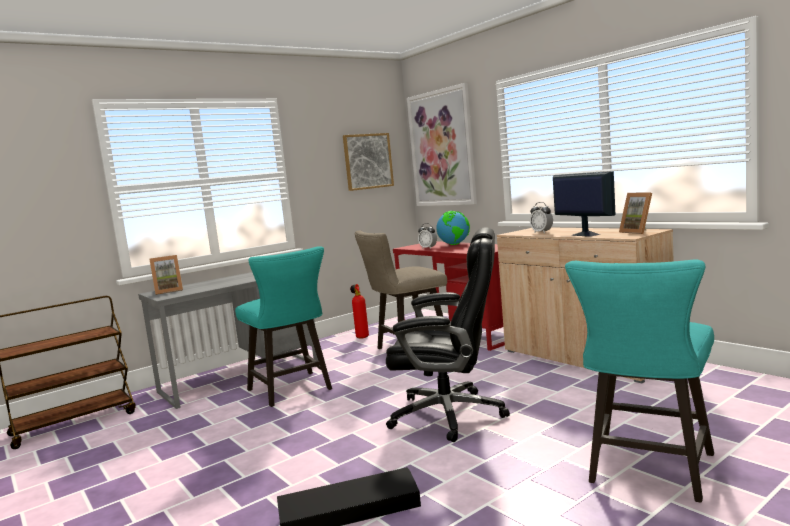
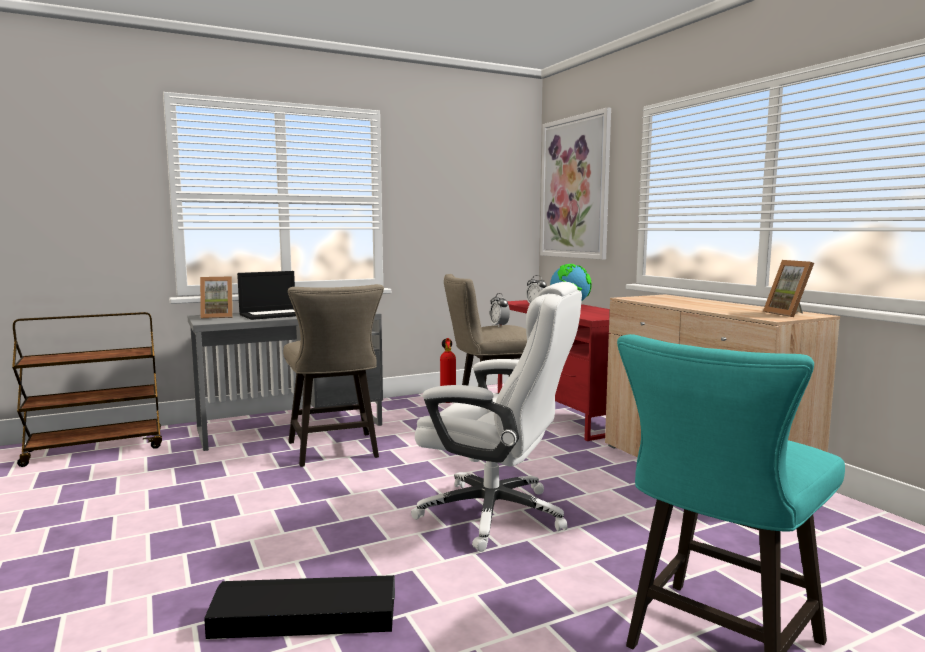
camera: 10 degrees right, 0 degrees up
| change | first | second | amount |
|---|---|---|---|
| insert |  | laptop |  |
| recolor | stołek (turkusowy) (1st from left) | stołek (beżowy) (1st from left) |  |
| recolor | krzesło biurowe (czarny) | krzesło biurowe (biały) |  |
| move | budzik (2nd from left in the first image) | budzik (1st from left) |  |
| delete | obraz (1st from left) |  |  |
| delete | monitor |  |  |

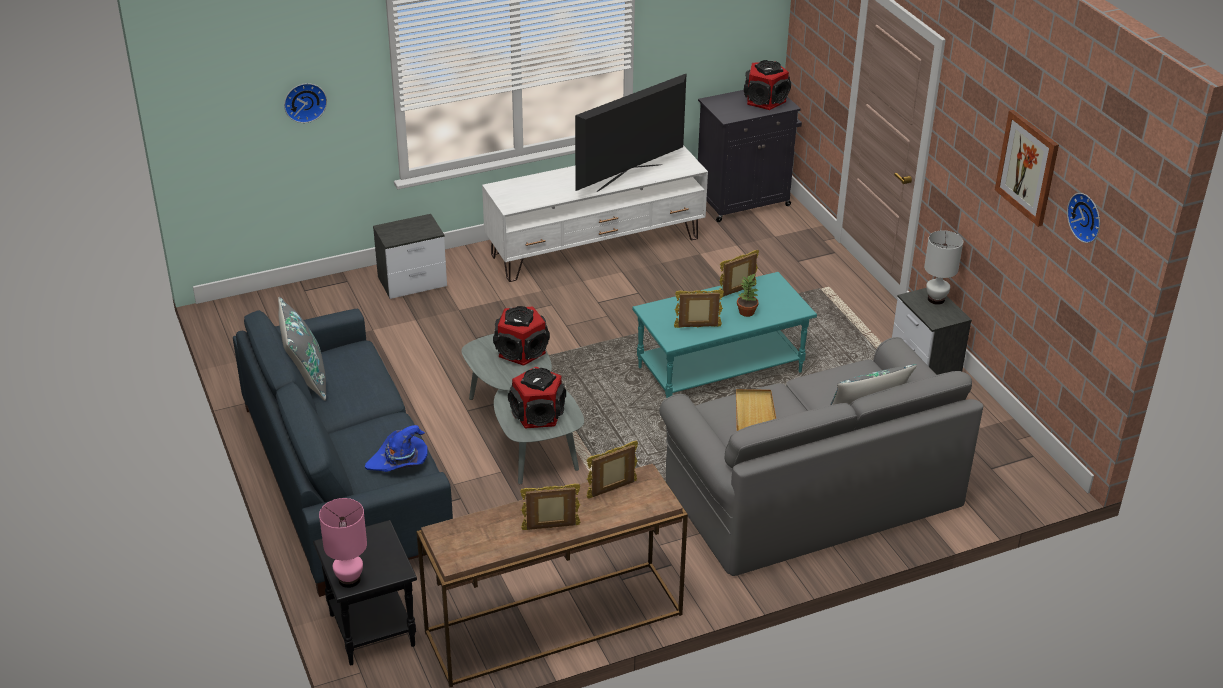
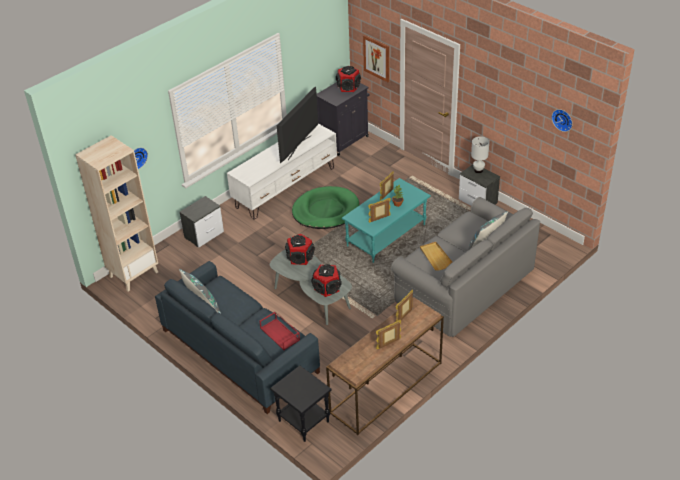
camera: 20 degrees left, 5 degrees up
| change | first | second | amount |
|---|---|---|---|
| insert |  | regał (beżowy) |  |
| replace | kapelusz (niebieski) | taca (czerwony) |  |
| insert |  | legowisko (zielony) |  |
| move | obraz |  |  |
| delete | lampa stołowa (różowy) |  |  |

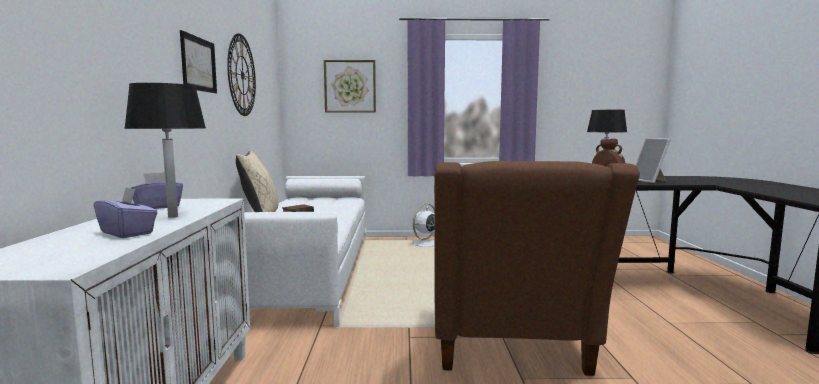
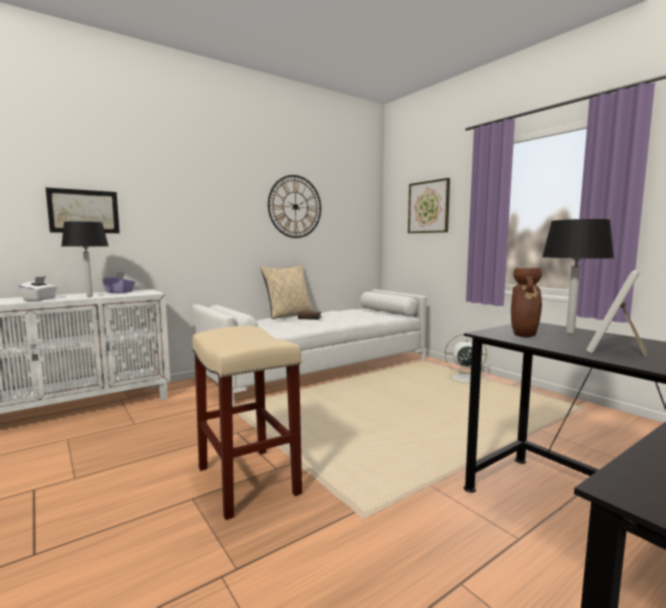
camera: 55 degrees right, 0 degrees up
| change | first | second | amount |
|---|---|---|---|
| recolor | pudełko chusteczek (fioletowy) (1st from left) | pudełko chusteczek (biały) |  |
| move | obraz (1st from left) |  |  |
| replace | fotel (brązowy) | stołek (beżowy) |  |

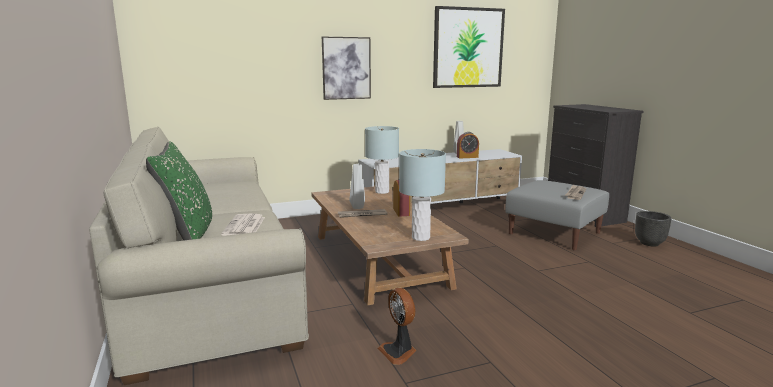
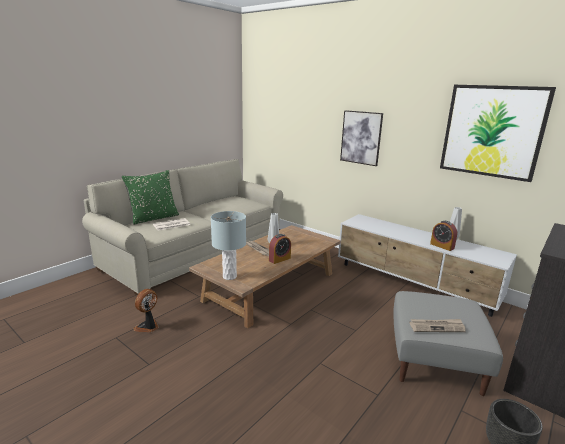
camera: 60 degrees right, 5 degrees up
| change | first | second | amount |
|---|---|---|---|
| delete | lampa stołowa (szary) (1st from left) |  |  |

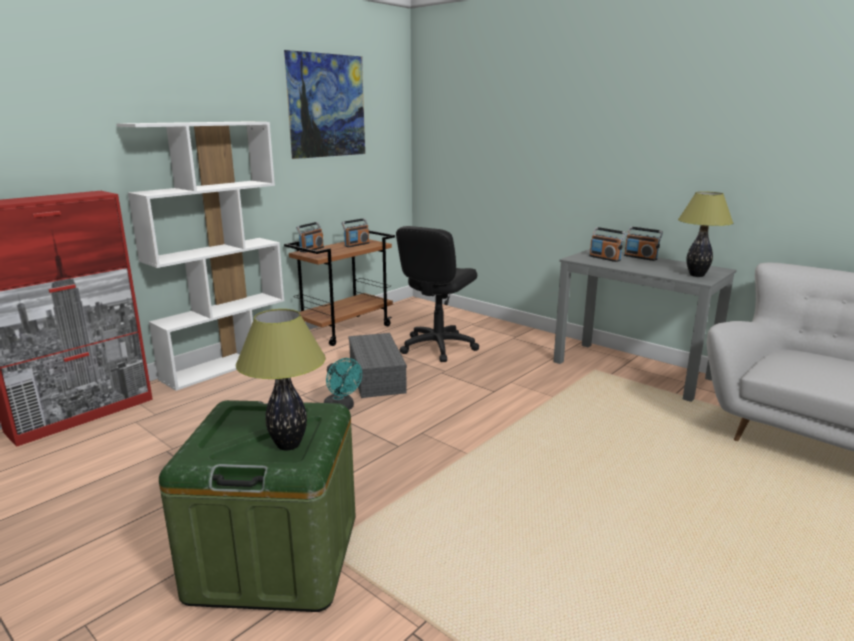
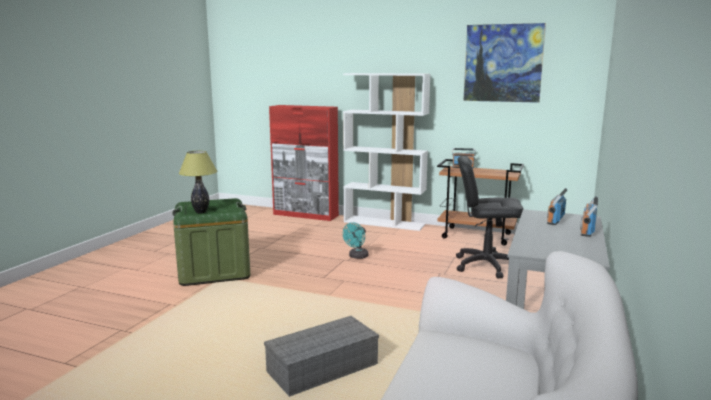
camera: 70 degrees right, 5 degrees down
| change | first | second | amount |
|---|---|---|---|
| move | pojemnik do przechowywania (szary) |  |  |
| delete | radio (2nd from left) |  |  |
| delete | lampa stołowa (2nd from left) |  |  |

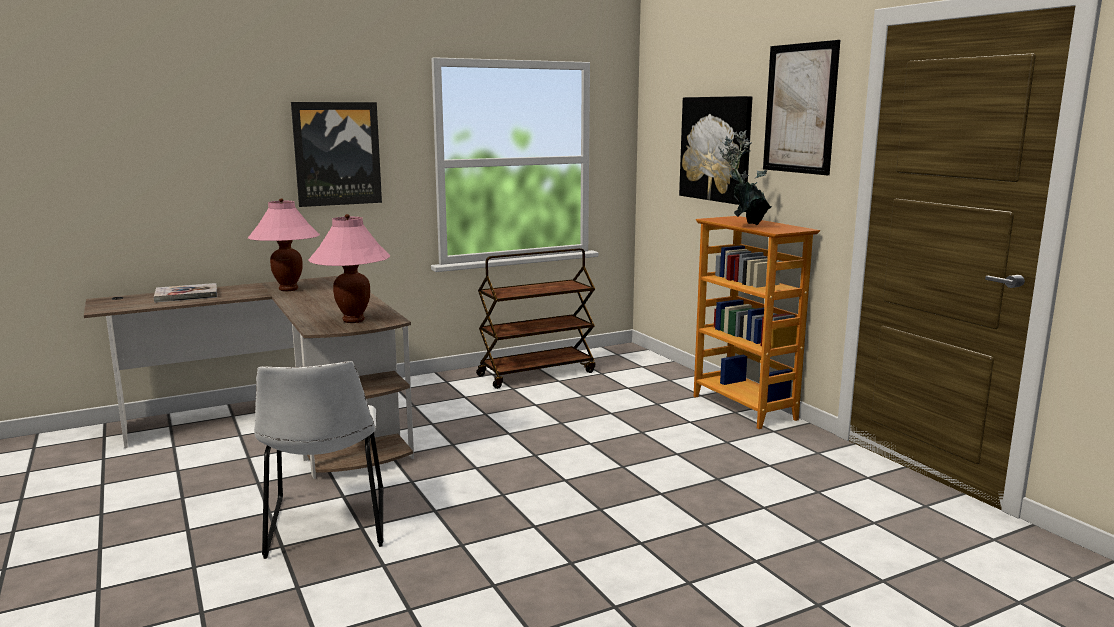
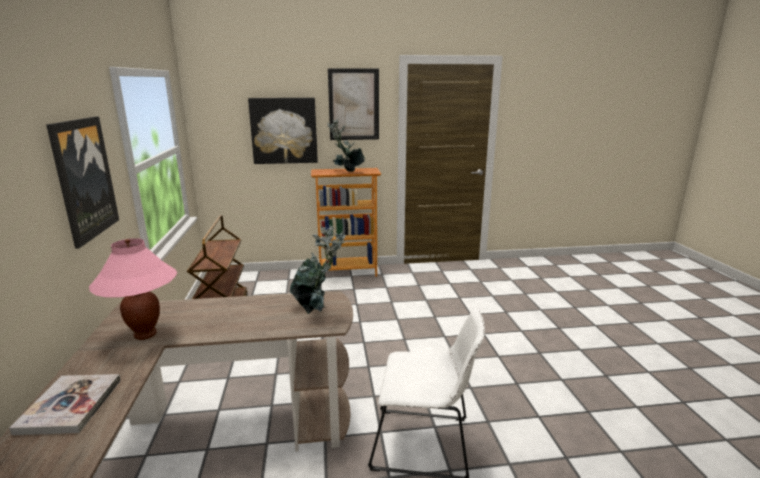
camera: 70 degrees left, 5 degrees up
| change | first | second | amount |
|---|---|---|---|
| replace | lampa stołowa (różowy) (2nd from left) | roślina doniczkowa (1st from left) |  |

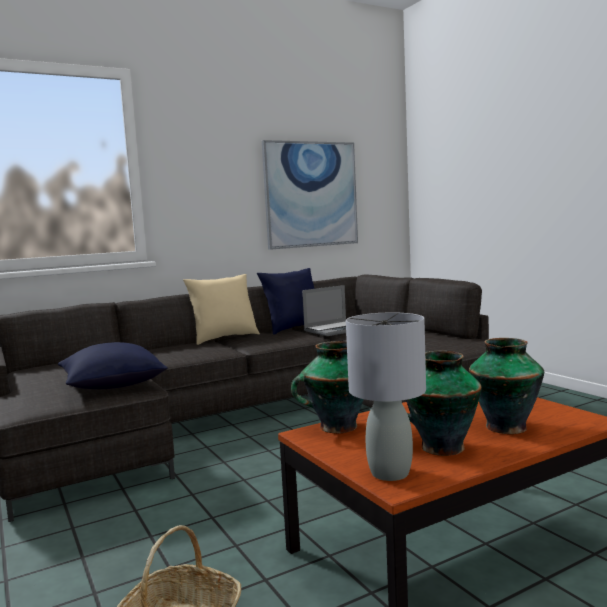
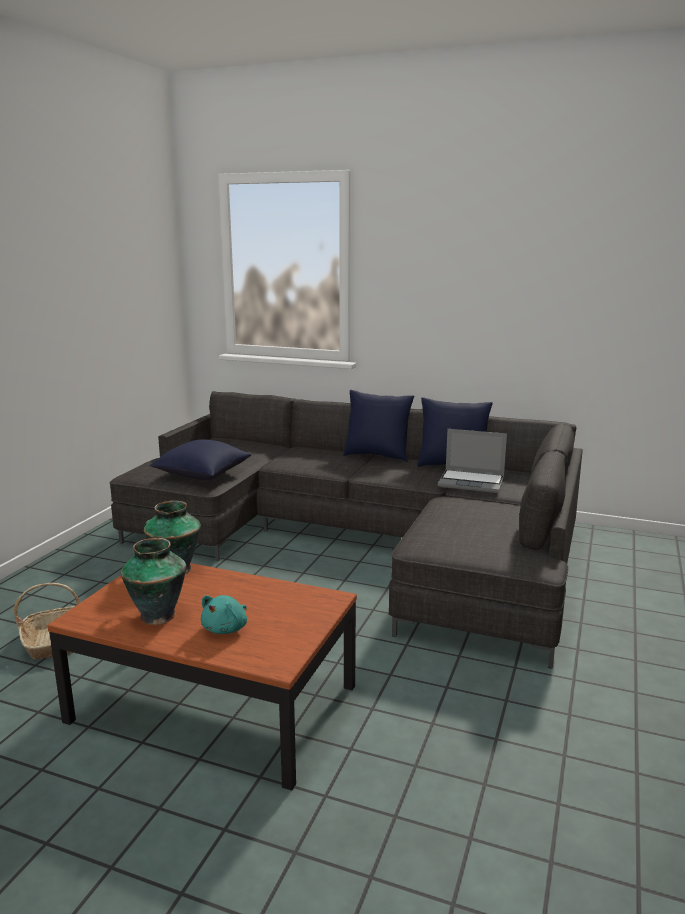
camera: 50 degrees right, 10 degrees up
| change | first | second | amount |
|---|---|---|---|
| replace | wazon (3rd from left) | pluszak (turkusowy) |  |
| recolor | poduszka (beżowy) | poduszka (niebieski) (2nd from left) |  |
| delete | obraz |  |  |
| delete | lampa stołowa (szary) |  |  |

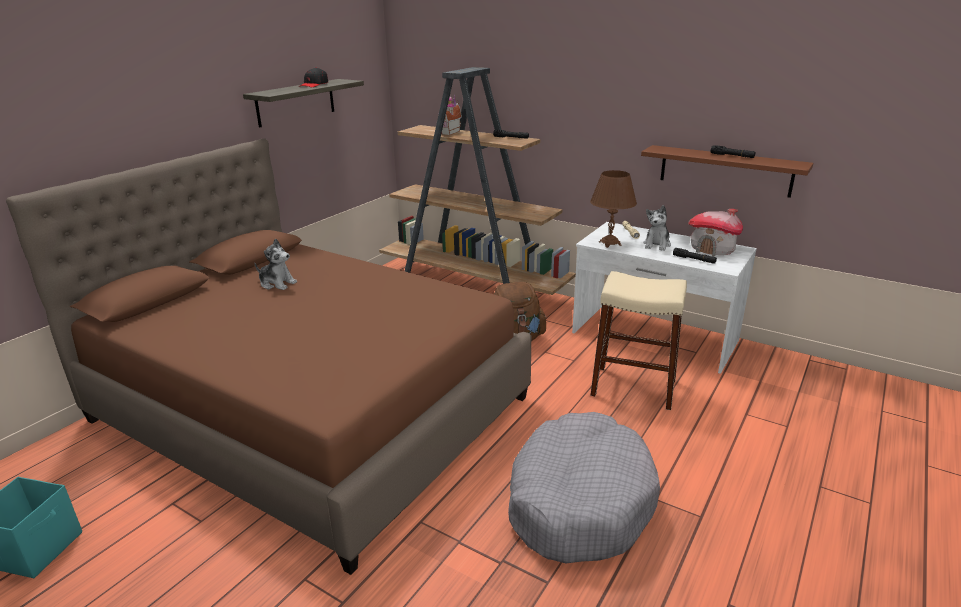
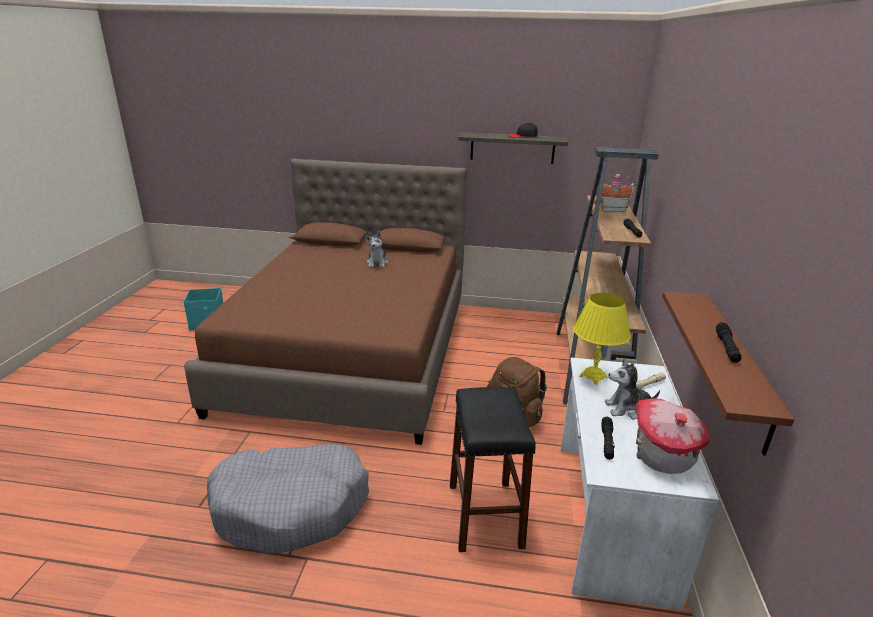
camera: 65 degrees right, 0 degrees up
| change | first | second | amount |
|---|---|---|---|
| recolor | stołek (beżowy) | stołek (czarny) |  |
| recolor | lampa stołowa (brązowy) | lampa stołowa (żółty) |  |

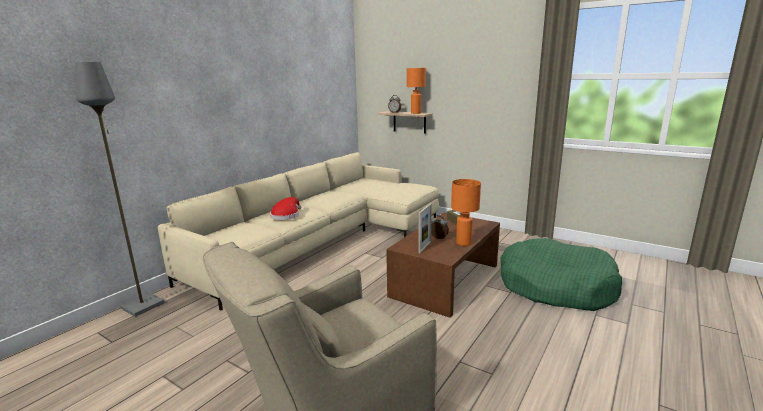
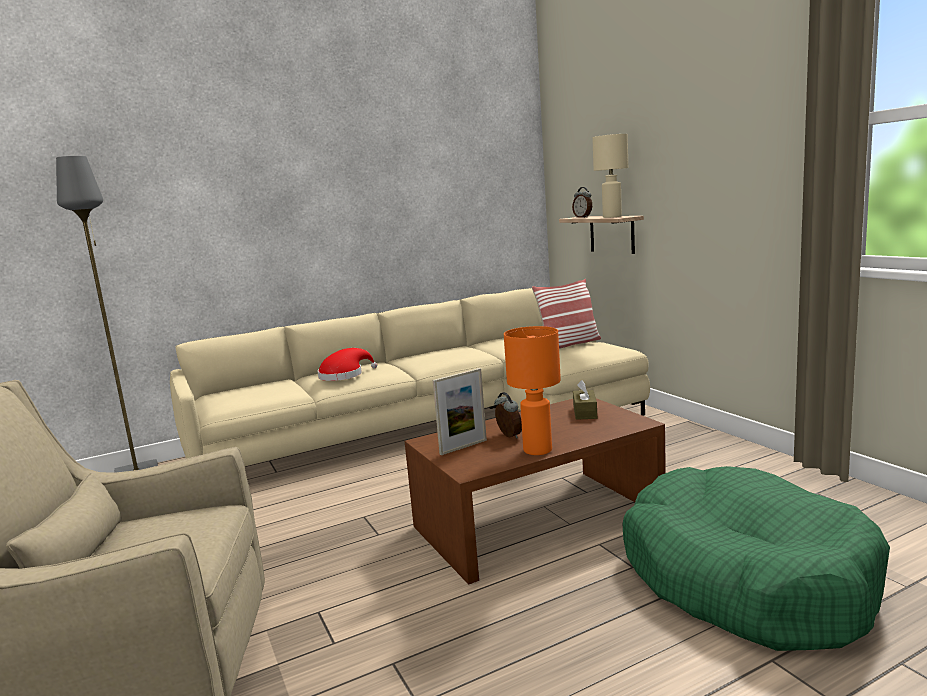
camera: 30 degrees right, 5 degrees down
| change | first | second | amount |
|---|---|---|---|
| insert |  | poduszka |  |
| recolor | lampa stołowa (pomarańczowy) (1st from left) | lampa stołowa (beżowy) |  |

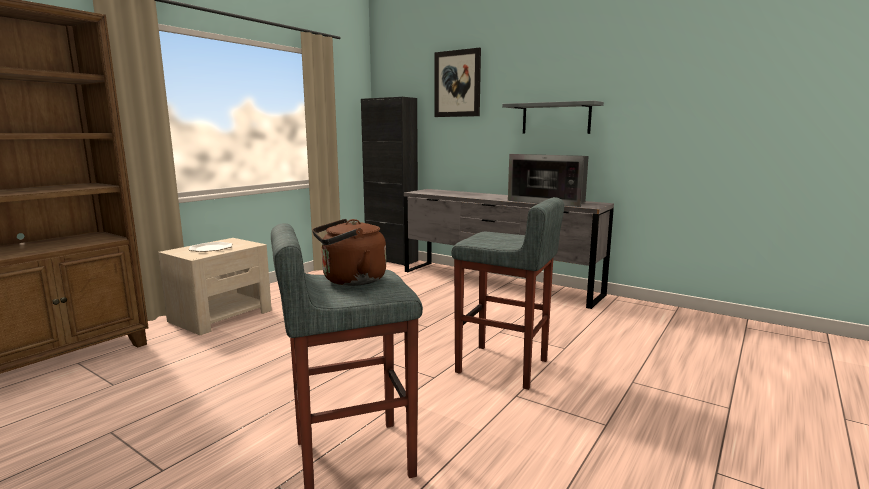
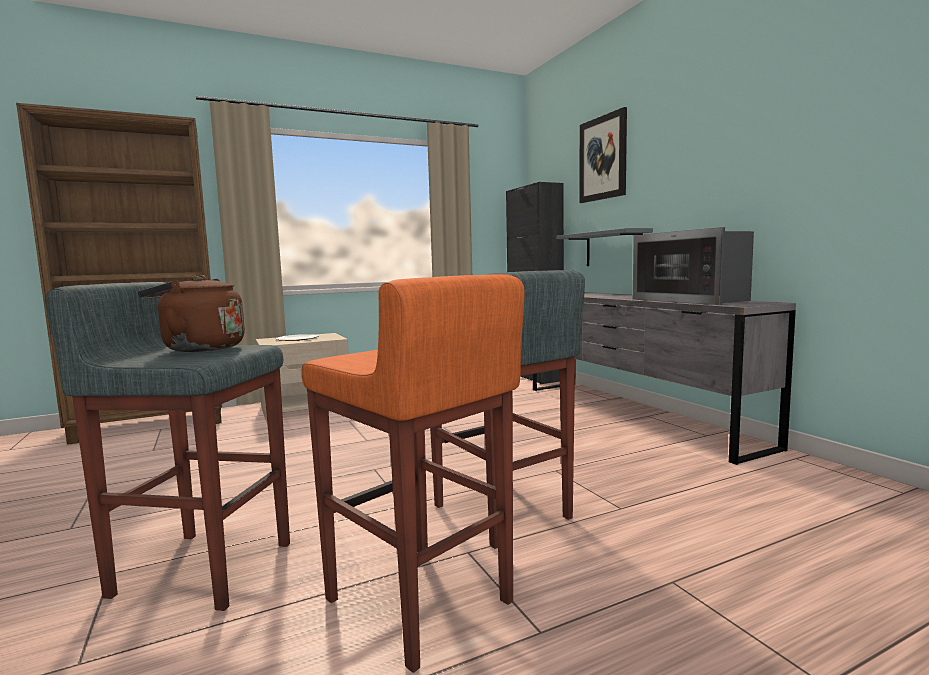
camera: 30 degrees right, 5 degrees down
| change | first | second | amount |
|---|---|---|---|
| insert |  | stołek (pomarańczowy) |  |
| move | półka (szary) |  |  |

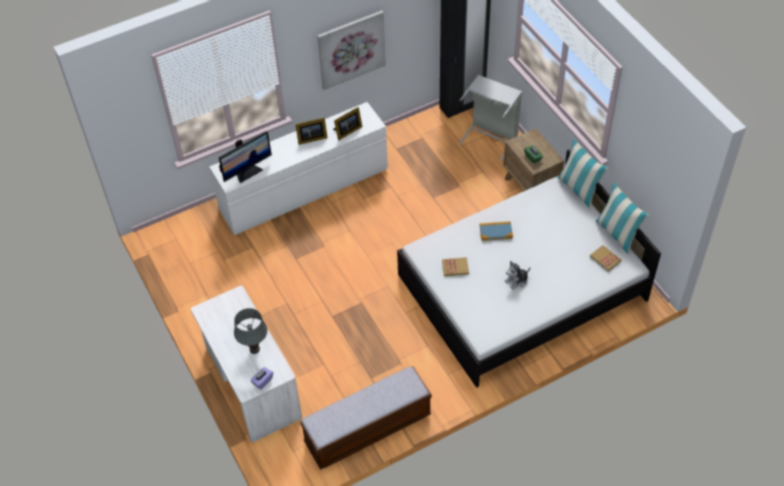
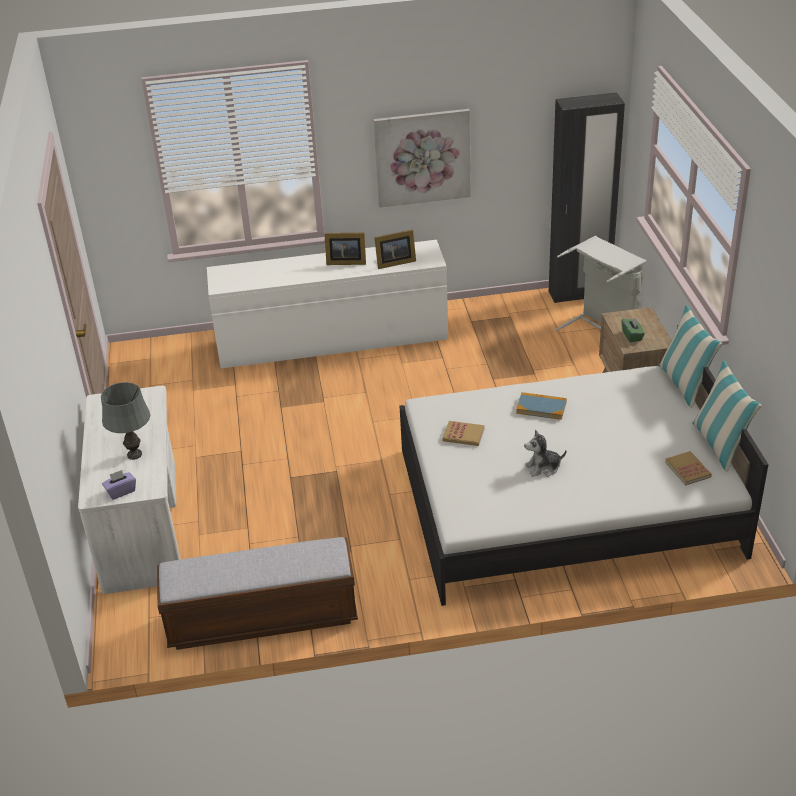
camera: 20 degrees right, 15 degrees down
| change | first | second | amount |
|---|---|---|---|
| delete | monitor |  |  |

